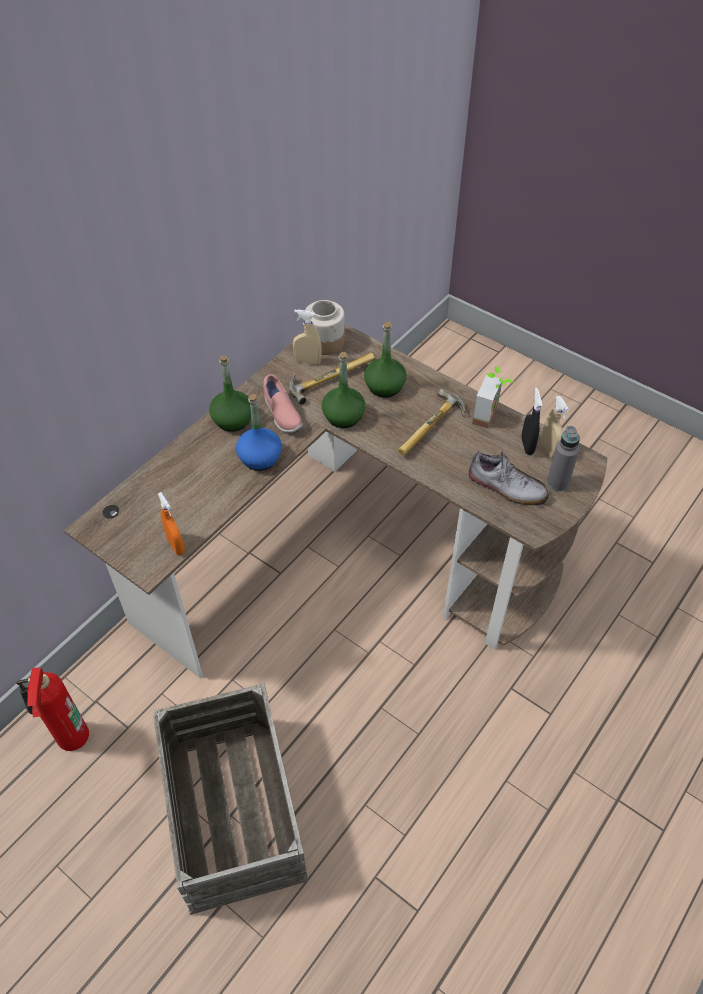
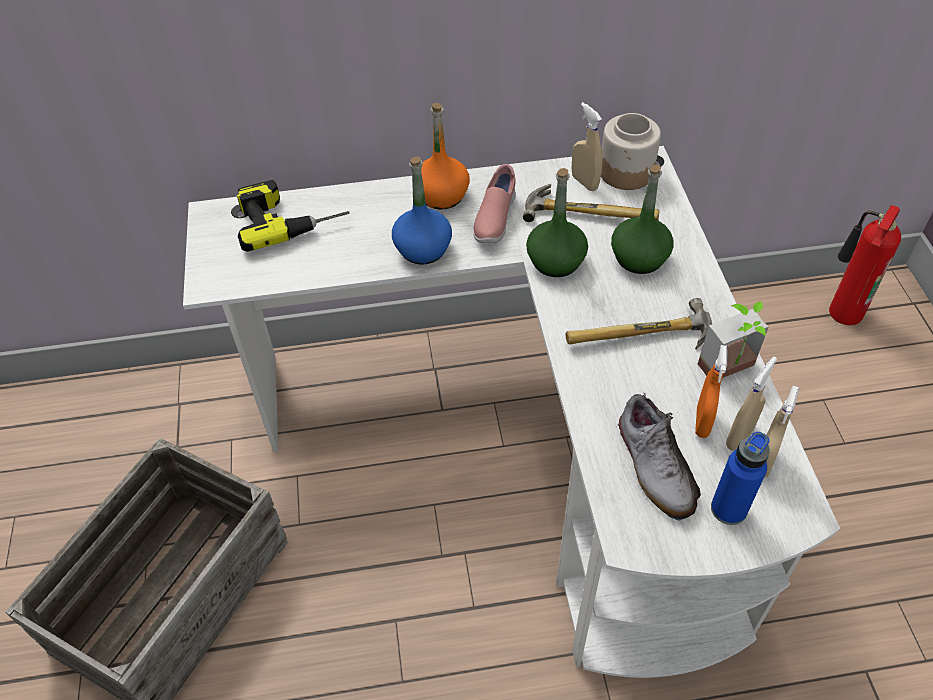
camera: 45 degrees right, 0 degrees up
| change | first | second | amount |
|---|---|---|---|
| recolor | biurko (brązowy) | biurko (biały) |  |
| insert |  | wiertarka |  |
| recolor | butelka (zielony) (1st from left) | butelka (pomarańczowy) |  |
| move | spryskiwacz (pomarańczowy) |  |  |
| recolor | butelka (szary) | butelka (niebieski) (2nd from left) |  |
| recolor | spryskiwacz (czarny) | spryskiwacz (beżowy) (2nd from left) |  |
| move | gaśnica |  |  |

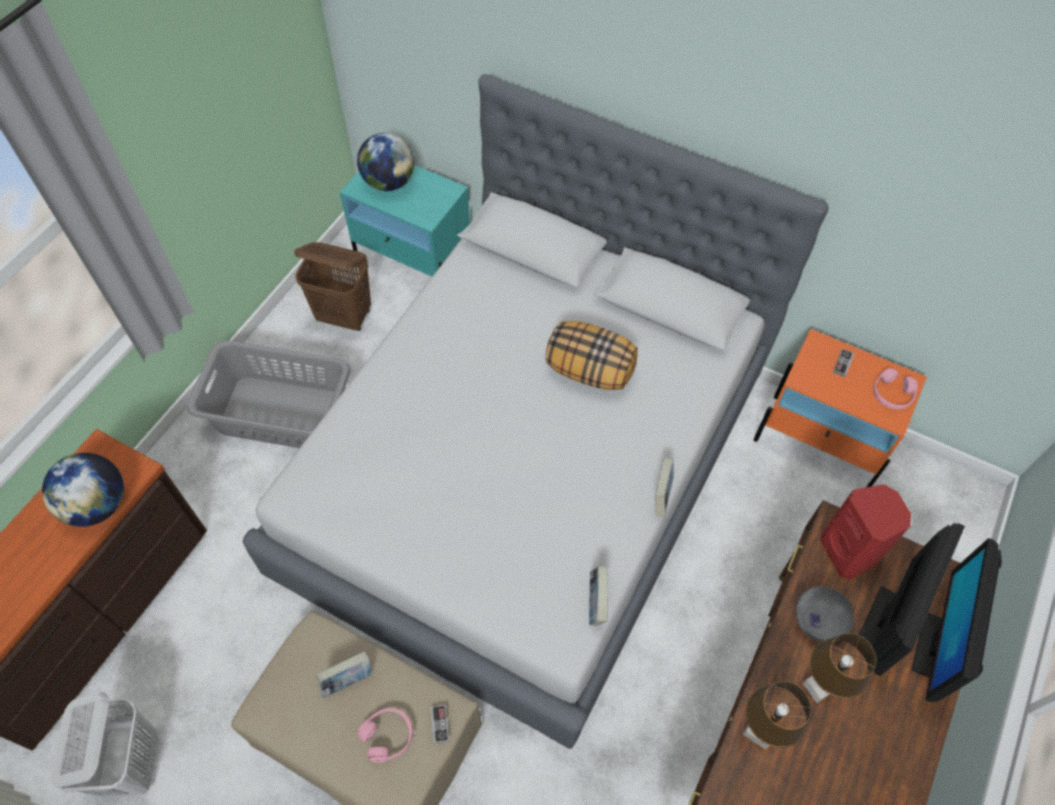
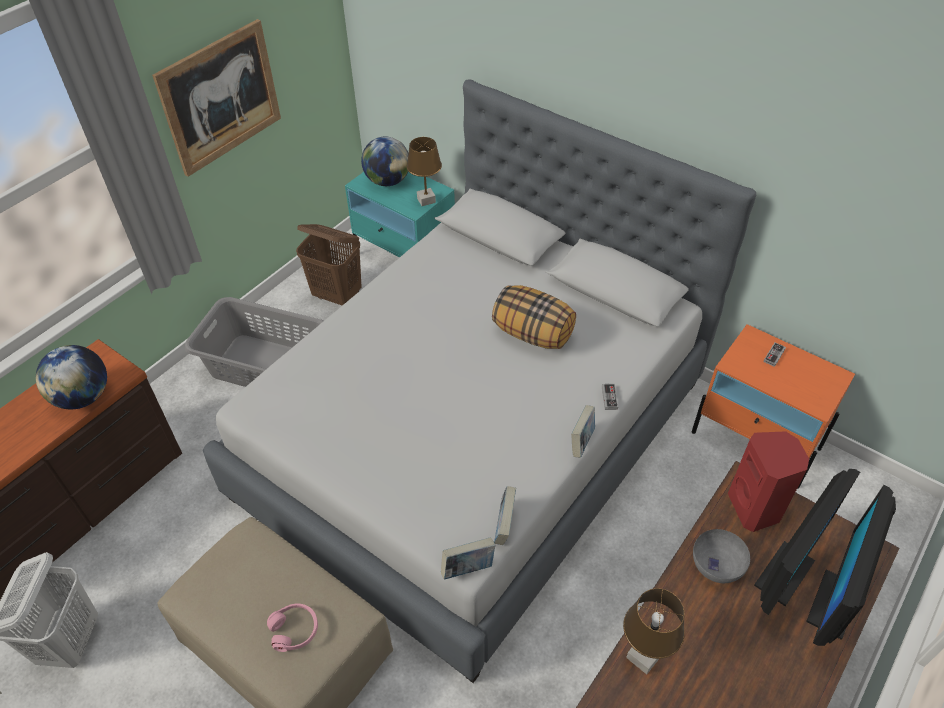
camera: 10 degrees right, 10 degrees down
| change | first | second | amount |
|---|---|---|---|
| insert |  | obraz |  |
| move | lampa stołowa (brązowy) (2nd from left in the first image) | lampa stołowa (brązowy) (1st from left) |  |
| move | książka (1st from left) |  |  |
| move | pad do gier (1st from left) |  |  |
| delete | słuchawki (różowy) (2nd from left) |  |  |

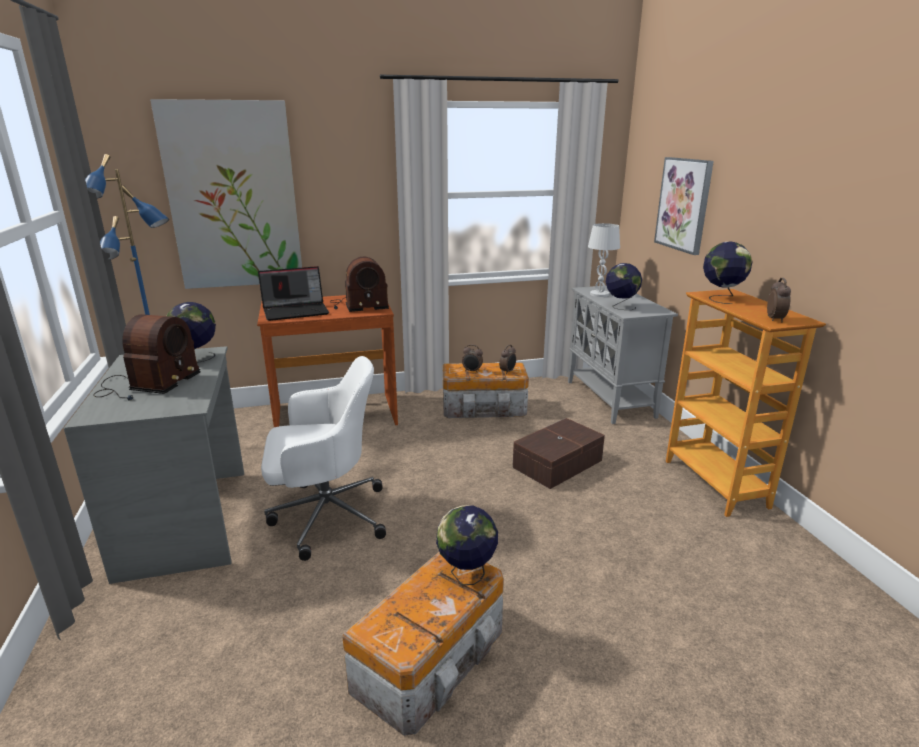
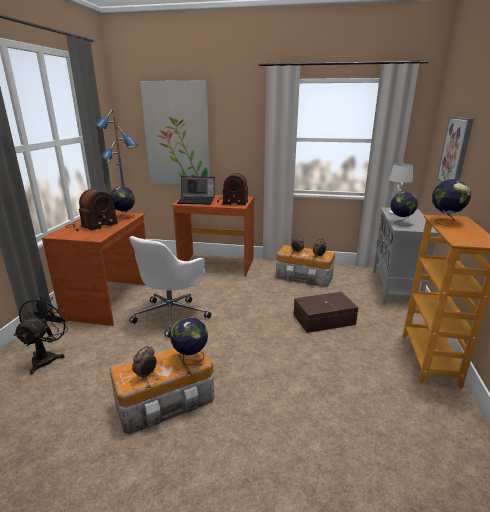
camera: 25 degrees right, 0 degrees up
| change | first | second | amount |
|---|---|---|---|
| insert |  | wentylator (czarny) |  |
| recolor | biurko (szary) | biurko (brązowy) (1st from left) |  |
| rotate | krzesło biurowe (biały) |  | 105 degrees clockwise |
| move | budzik (3rd from left in the first image) | budzik (1st from left) |  |

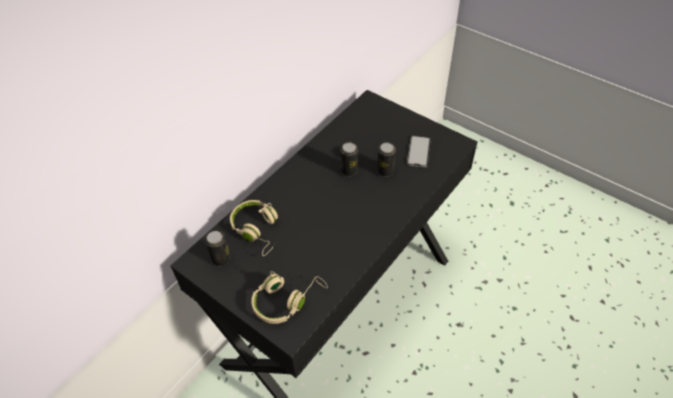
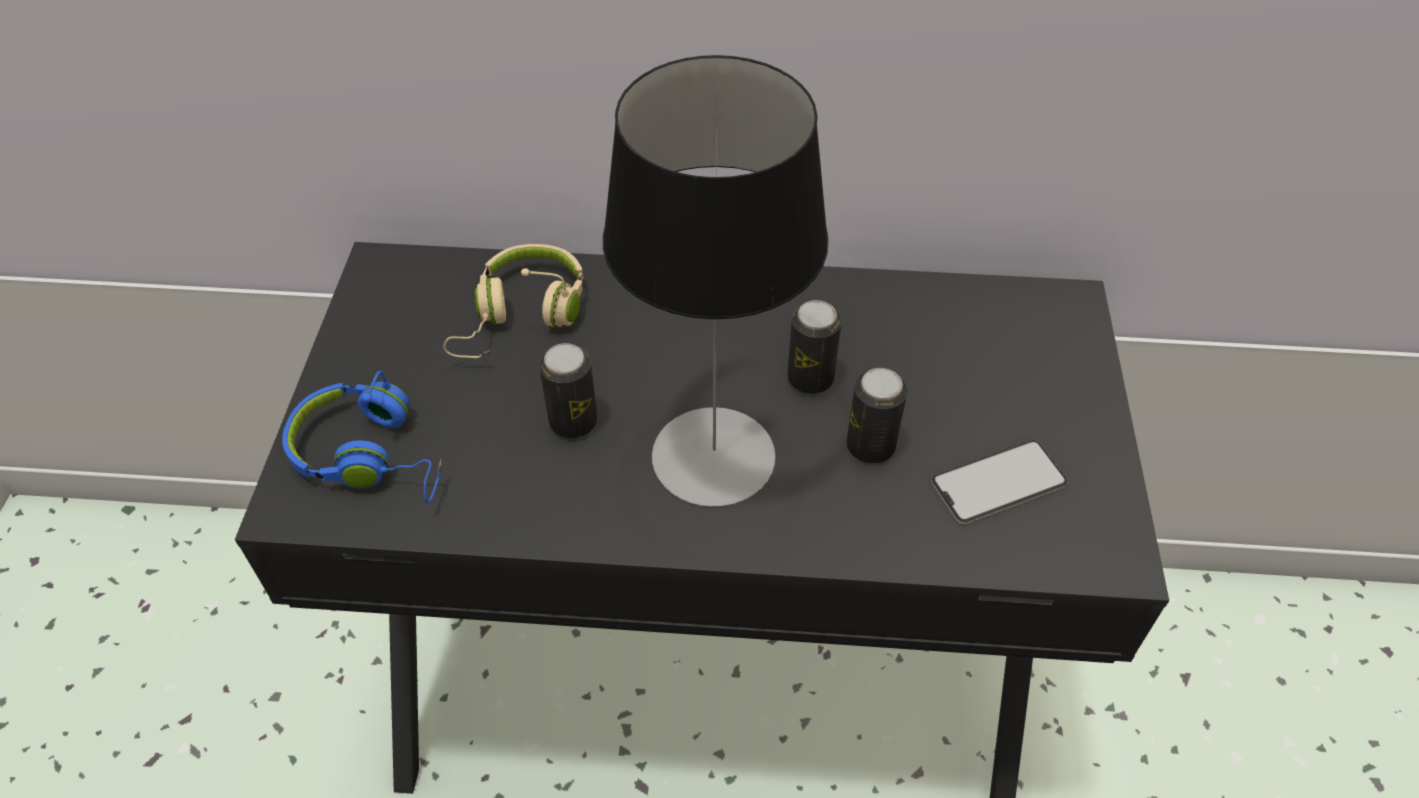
camera: 55 degrees right, 0 degrees up
| change | first | second | amount |
|---|---|---|---|
| recolor | słuchawki (beżowy) (2nd from left) | słuchawki (niebieski) |  |
| move | puszka (1st from left) |  |  |
| insert |  | lampa stołowa |  |

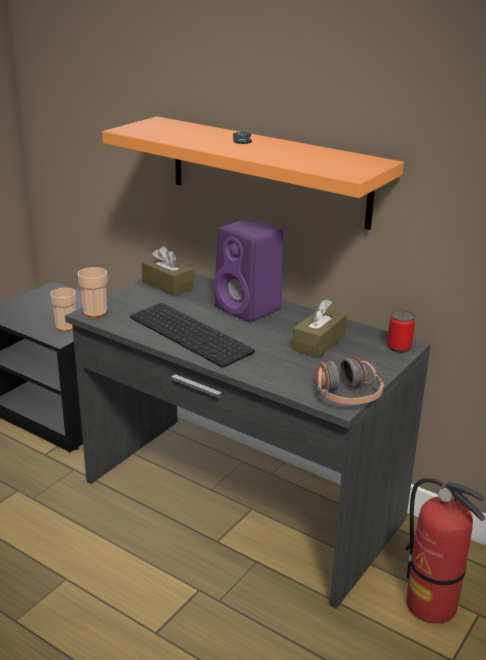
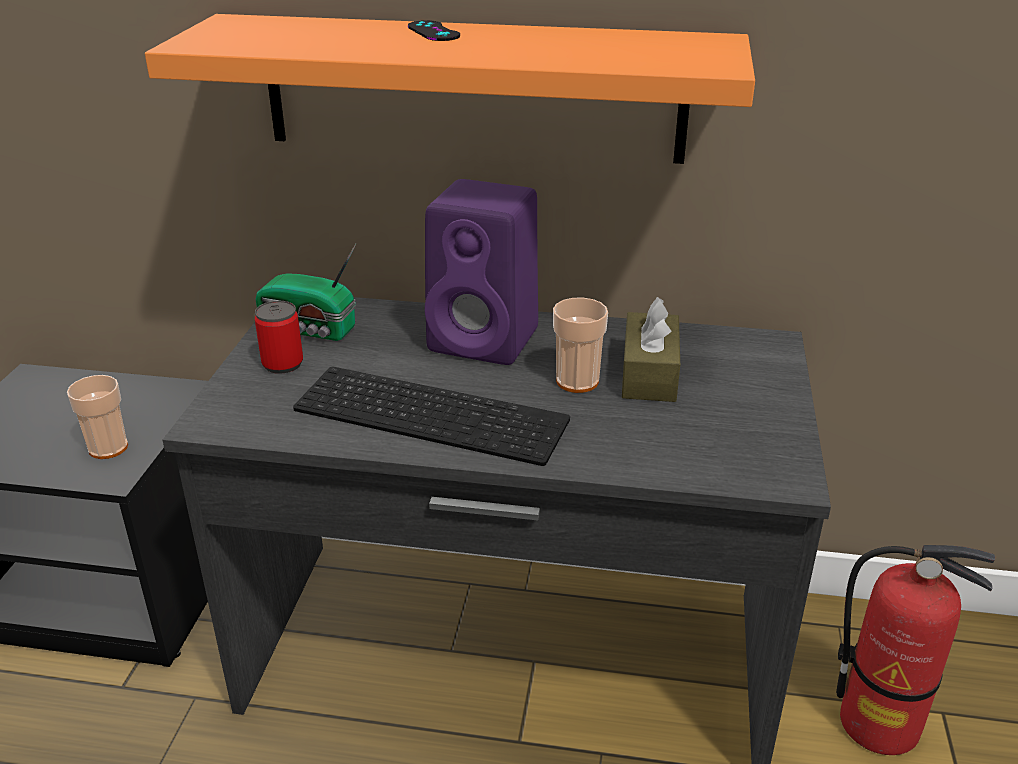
camera: 25 degrees left, 5 degrees up
| change | first | second | amount |
|---|---|---|---|
| replace | pudełko chusteczek (brązowy) (1st from left) | radio |  |
| move | puszka |  |  |
| move | filiżanka (2nd from left) |  |  |
| delete | słuchawki |  |  |

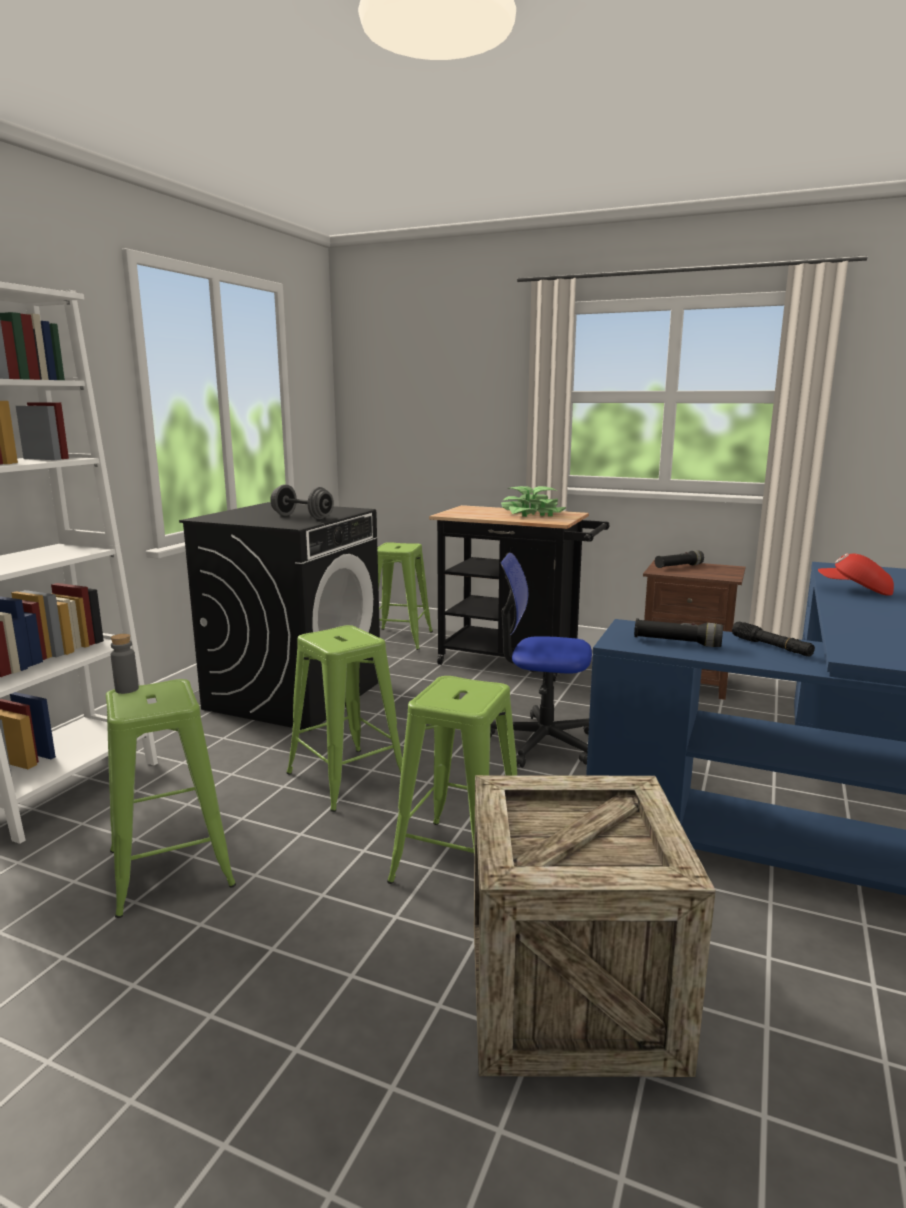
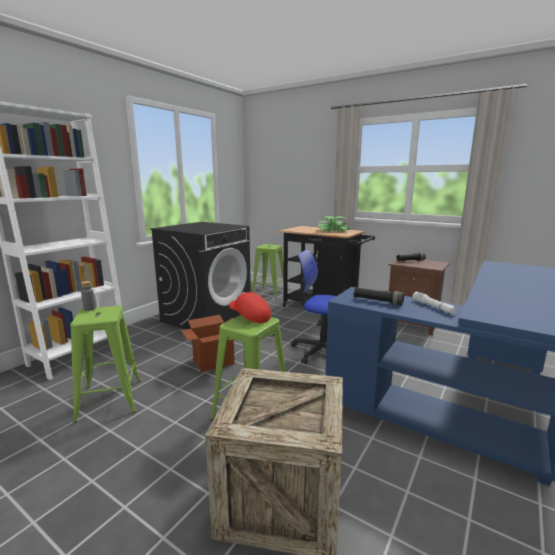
camera: 10 degrees right, 0 degrees up
| change | first | second | amount |
|---|---|---|---|
| replace | stołek (zielony) (2nd from left) | karton |  |
| move | czapka z daszkiem (czerwony) |  |  |
| recolor | latarka (czarny) (3rd from left) | latarka (biały) |  |
| delete | hantel (szary) |  |  |

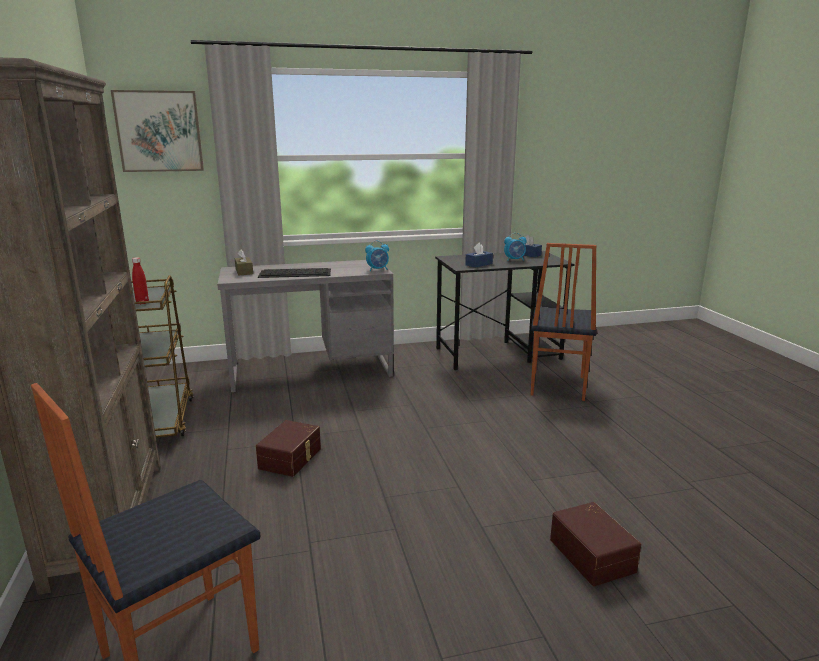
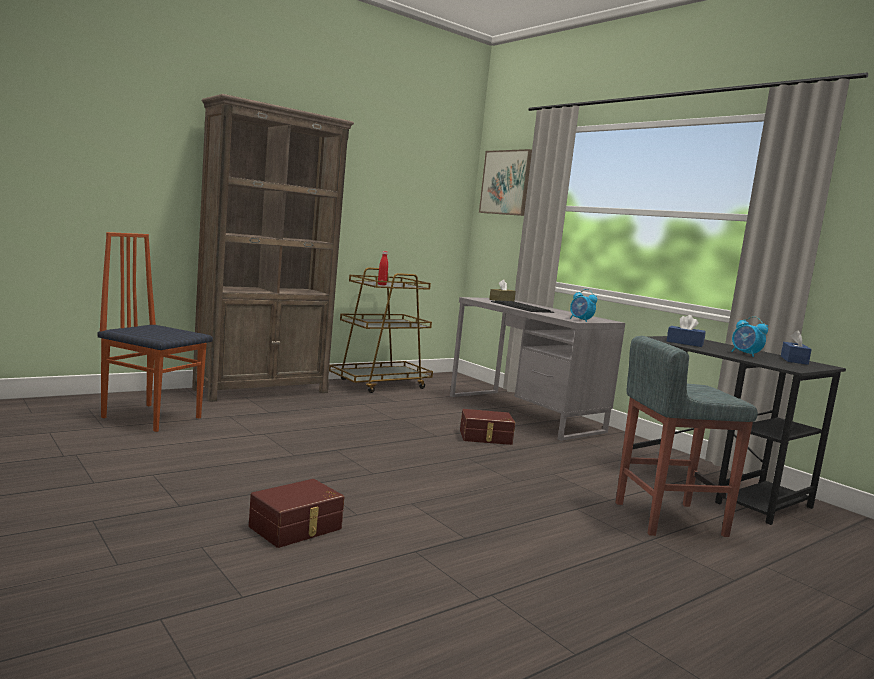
camera: 65 degrees right, 10 degrees down
| change | first | second | amount |
|---|---|---|---|
| move | pojemnik do przechowywania (brązowy) (1st from left in the first image) | pojemnik do przechowywania (brązowy) (2nd from left) |  |
| replace | krzesło (2nd from left) | stołek (szary) |  |

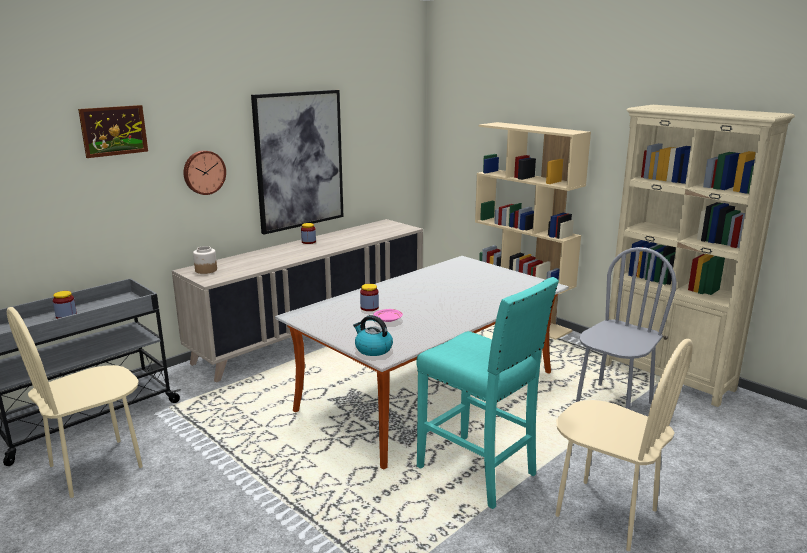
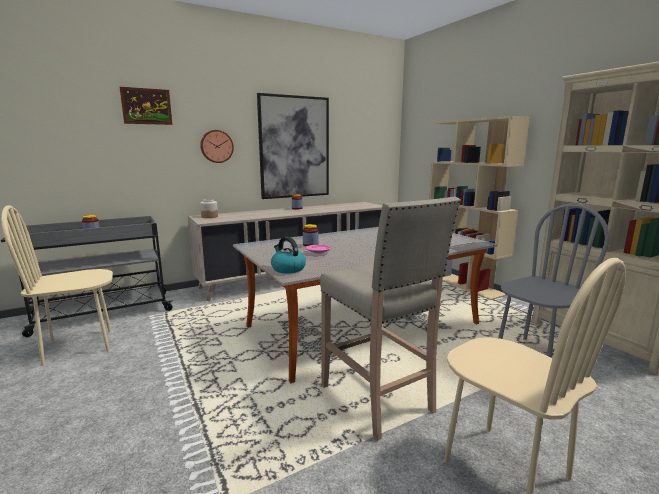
camera: 15 degrees right, 5 degrees down
| change | first | second | amount |
|---|---|---|---|
| recolor | stołek (turkusowy) | stołek (beżowy) |  |

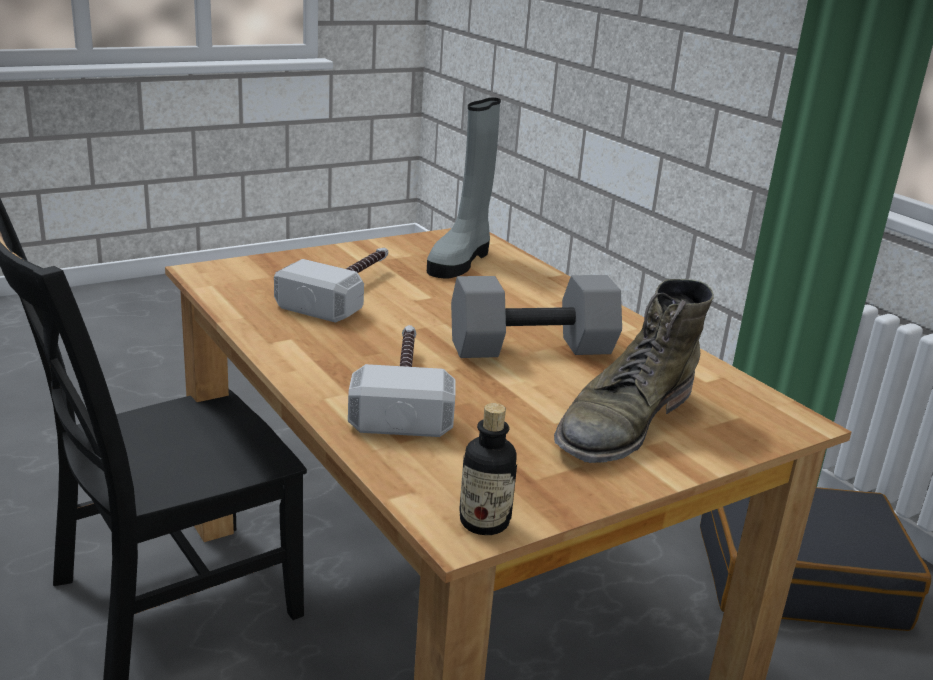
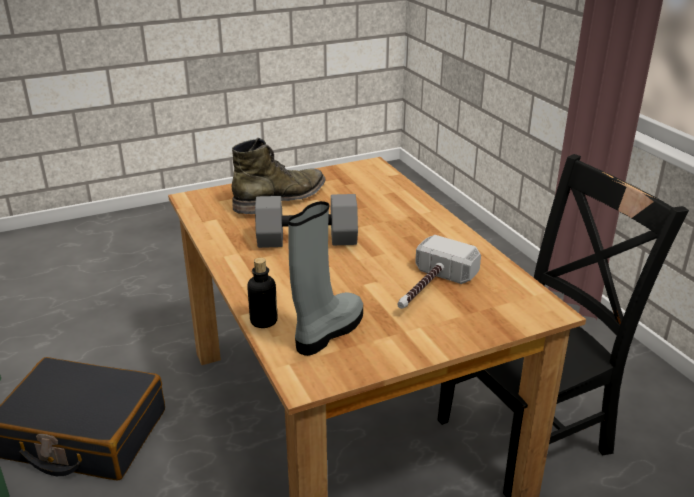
camera: 170 degrees left, 5 degrees up
| change | first | second | amount |
|---|---|---|---|
| move | butelka |  |  |
| delete | młotek (2nd from left) |  |  |

